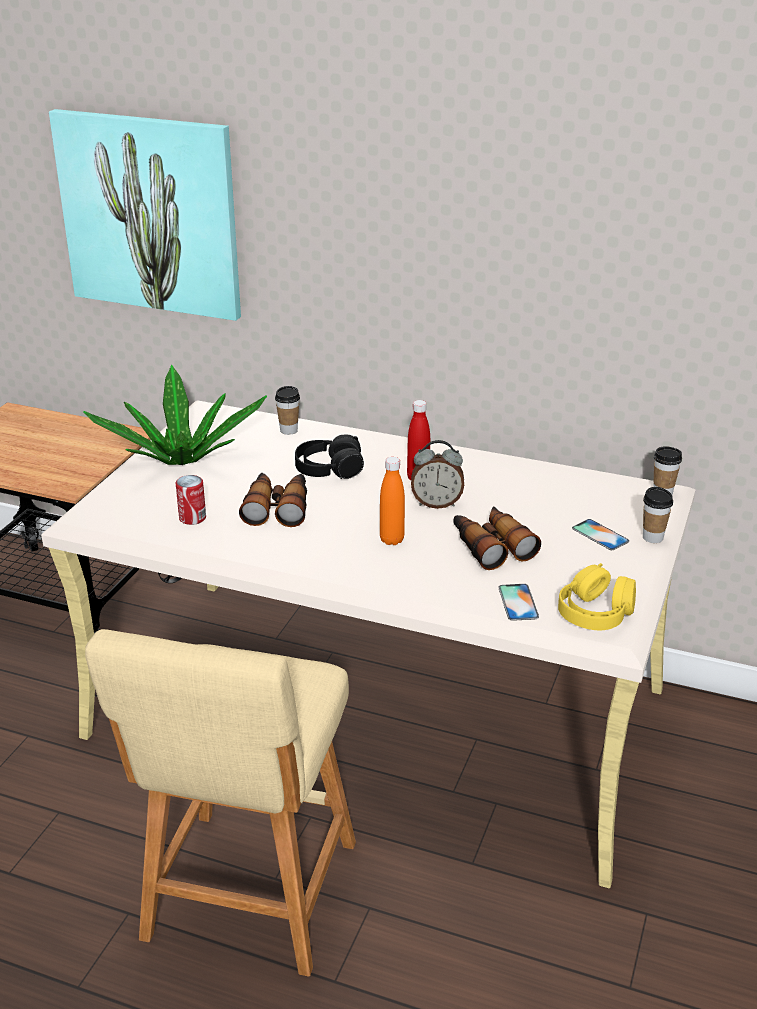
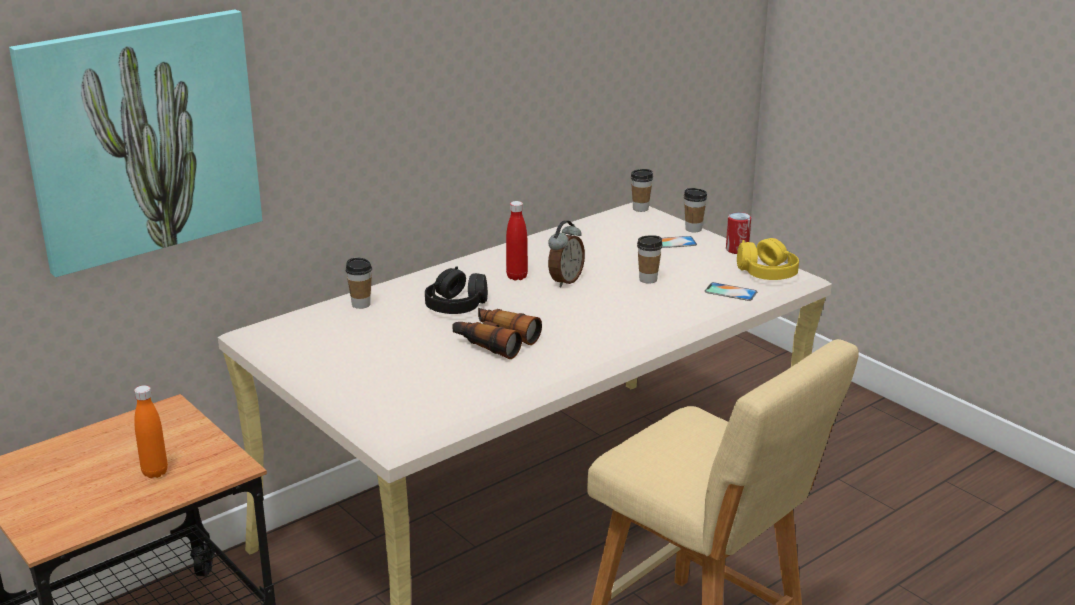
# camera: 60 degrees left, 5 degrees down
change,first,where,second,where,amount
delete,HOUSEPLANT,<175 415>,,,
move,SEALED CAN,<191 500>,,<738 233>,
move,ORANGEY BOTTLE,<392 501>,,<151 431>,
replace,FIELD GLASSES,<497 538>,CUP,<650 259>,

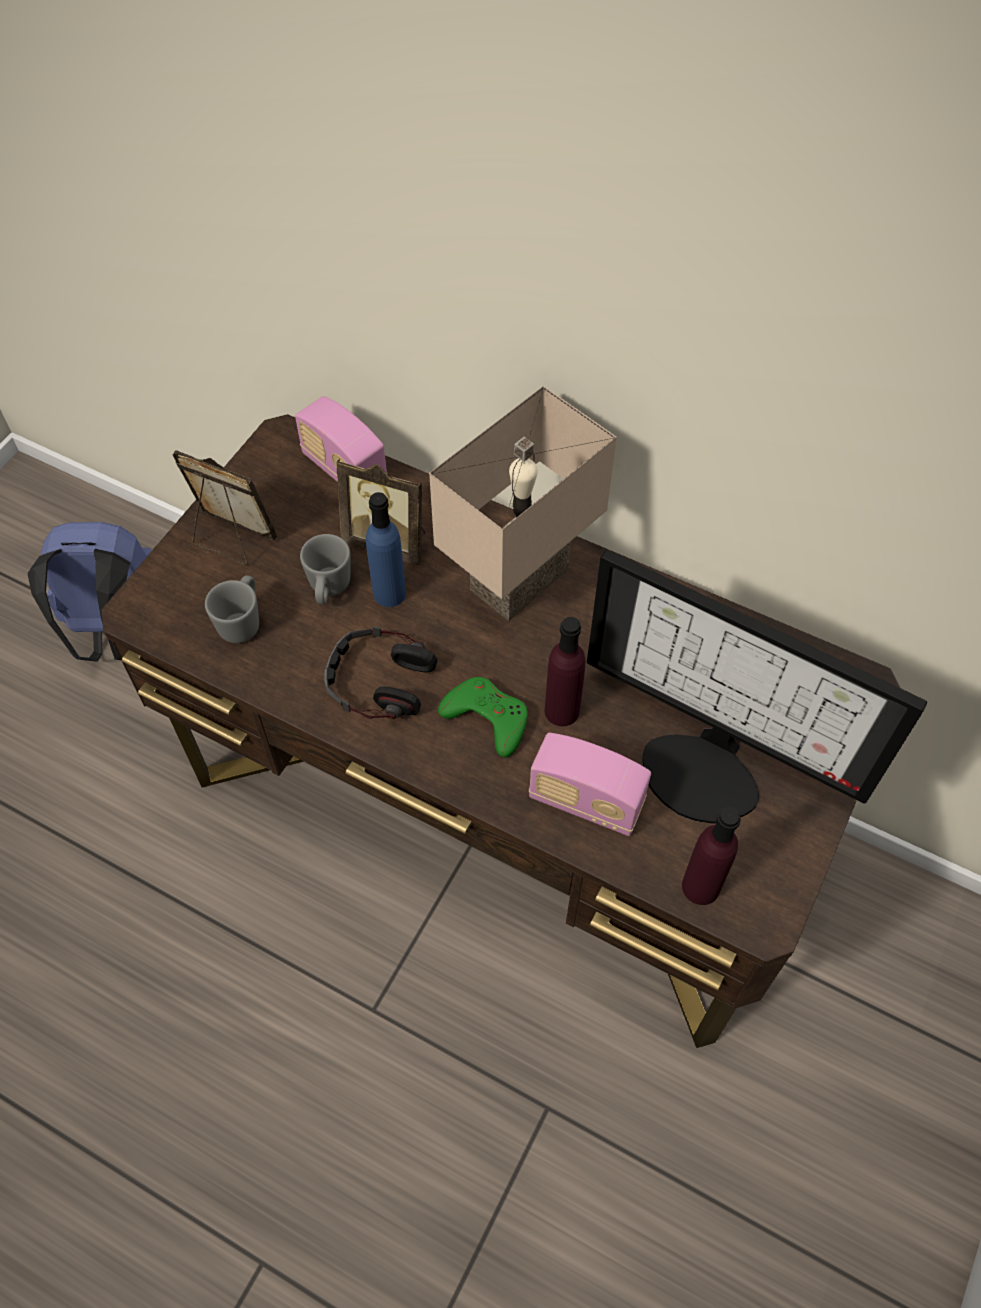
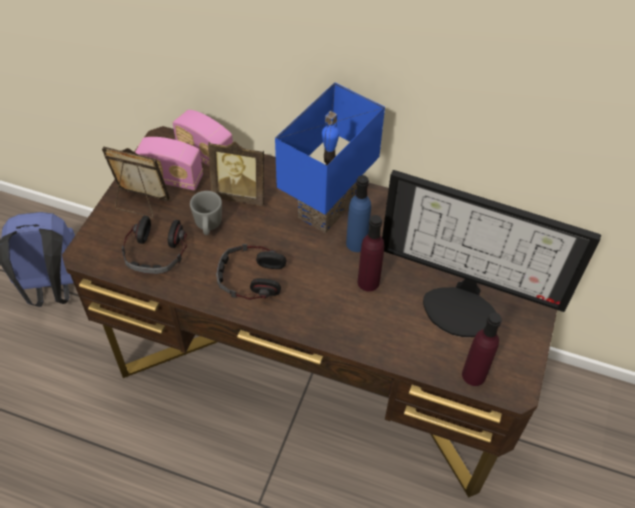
# camera: 10 degrees left, 5 degrees down
change,first,where,second,where,amount
replace,GREYISH MUG,<232 609>,PAIR OF HEADPHONES,<154 245>,
move,BLUE BOTTLE,<386 549>,,<358 213>,
recolor,BEIGE TABLETOP LAMP,<523 503>,BLUE TABLETOP LAMP,<330 157>,
delete,GREEN GAMEPAD,<483 717>,,,
move,RADIO RECEIVER,<590 784>,,<169 164>,

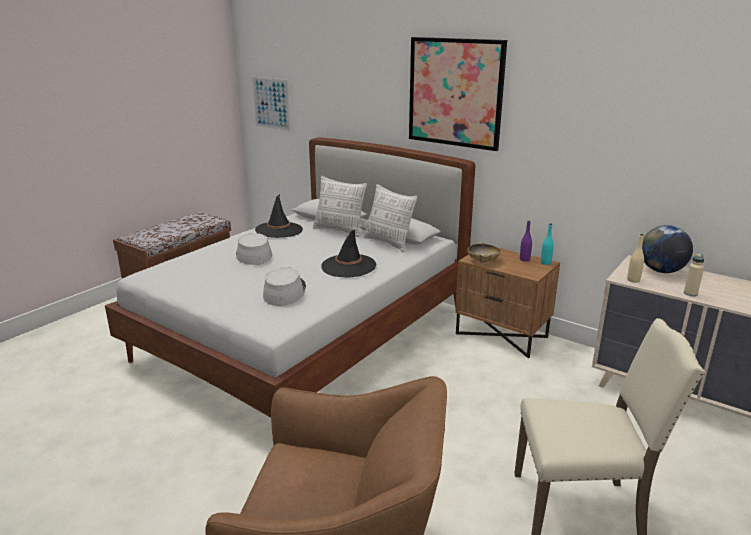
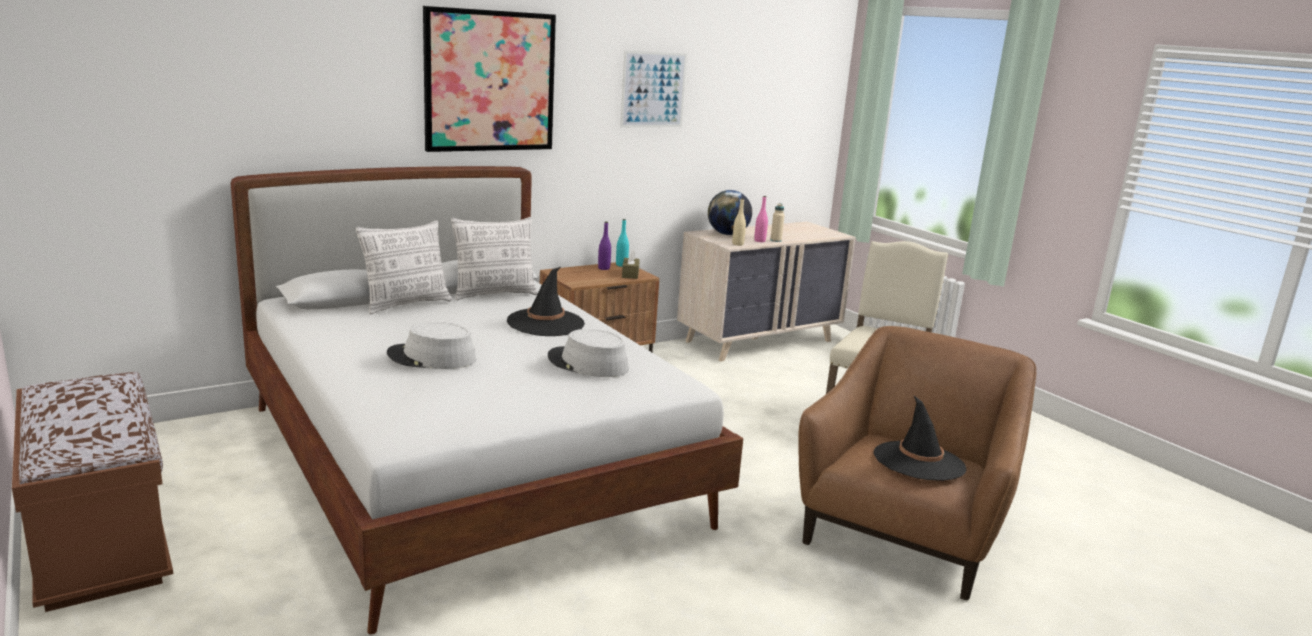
# camera: 70 degrees left, 5 degrees down
change,first,where,second,where,amount
move,PICTURE,<271 104>,,<653 89>,
move,BLACK-COLOURED WEARABLE HAT,<279 216>,,<920 438>,
delete,BEIGE SERVING BOWL,<484 252>,,,
insert,,,BROWN-COLOURED TISSUE BOX,<631 264>,
insert,,,PINKISH BOTTLE,<761 219>,

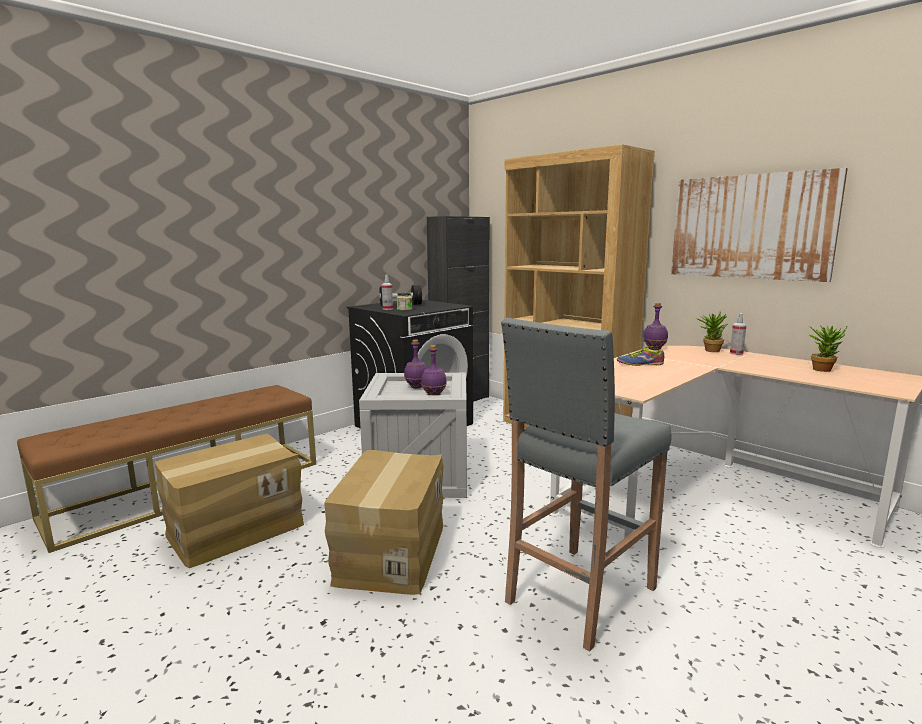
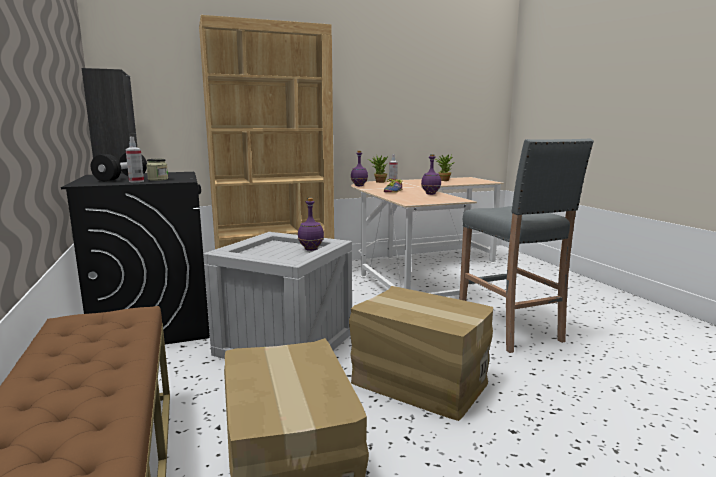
# camera: 65 degrees left, 0 degrees up
change,first,where,second,where,amount
move,PURPLE-COLOURED BOTTLE,<415 364>,,<431 174>,
delete,PICTURE,<759 225>,,,

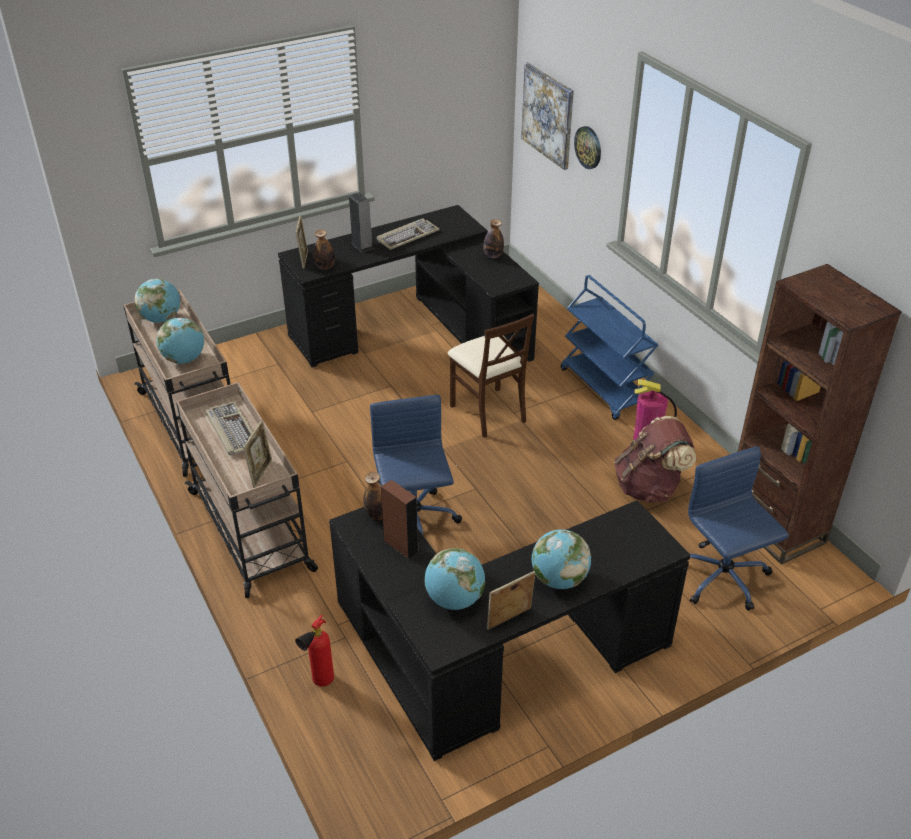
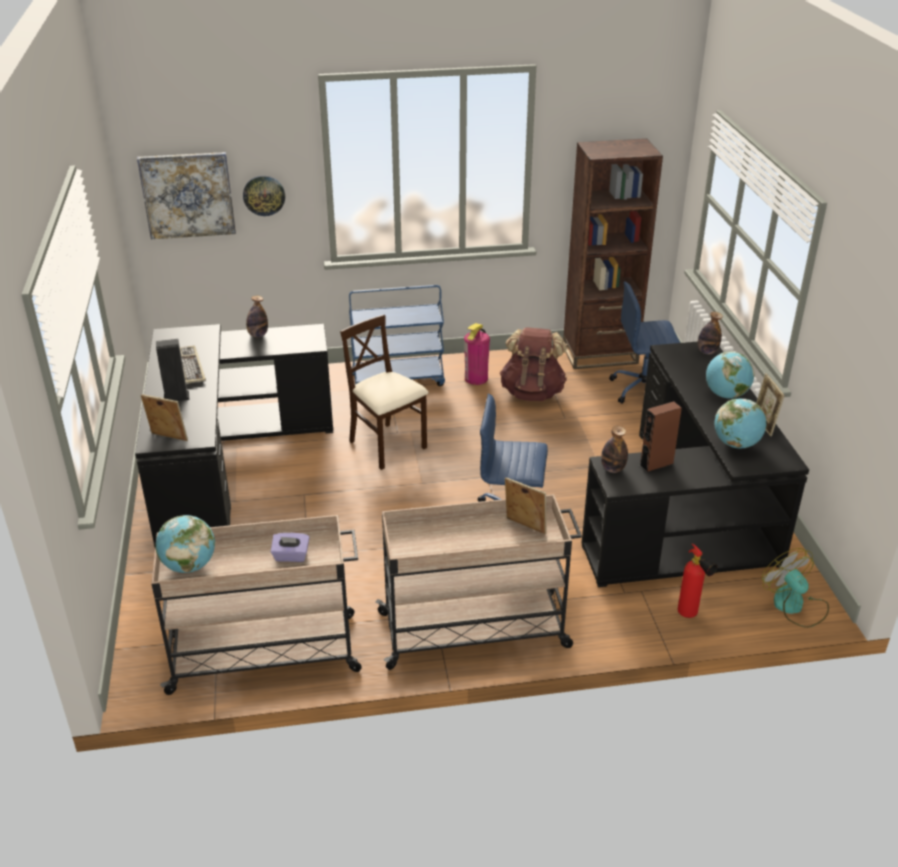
# camera: 70 degrees left, 5 degrees down
change,first,where,second,where,amount
replace,WORLD GLOBE,<180 341>,PURPLE-COLOURED TISSUE BOX,<290 547>,
delete,KEYBOARD,<228 428>,,,
move,BOTTLE,<324 249>,,<710 333>,
rotate,BEIGE PLAIN CHAIR,<491 376>,,<384 392>,120 degrees counterclockwise
insert,,,FAN,<795 588>,

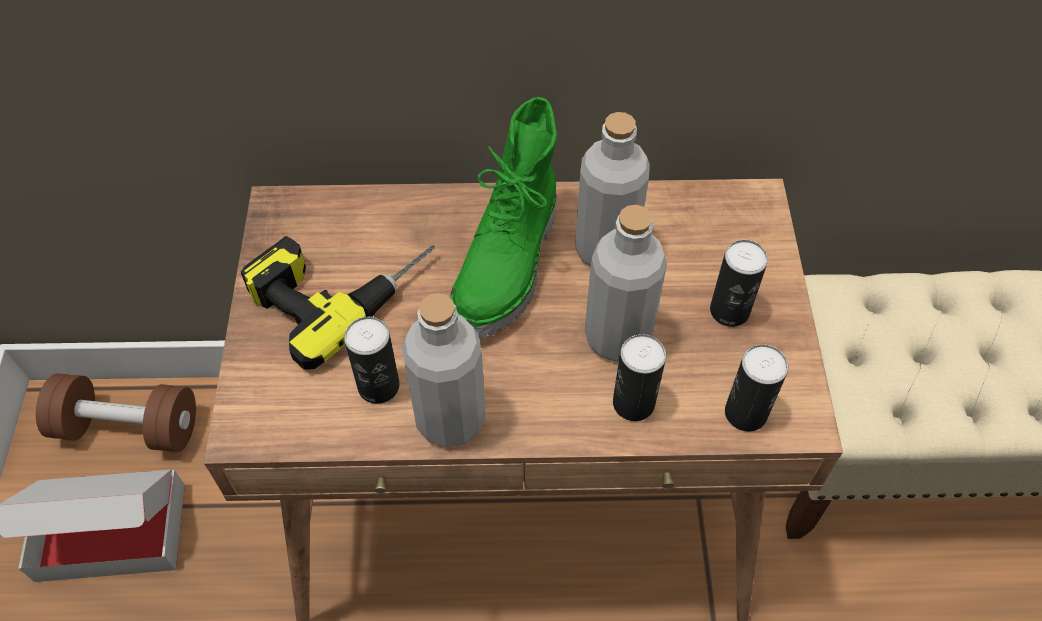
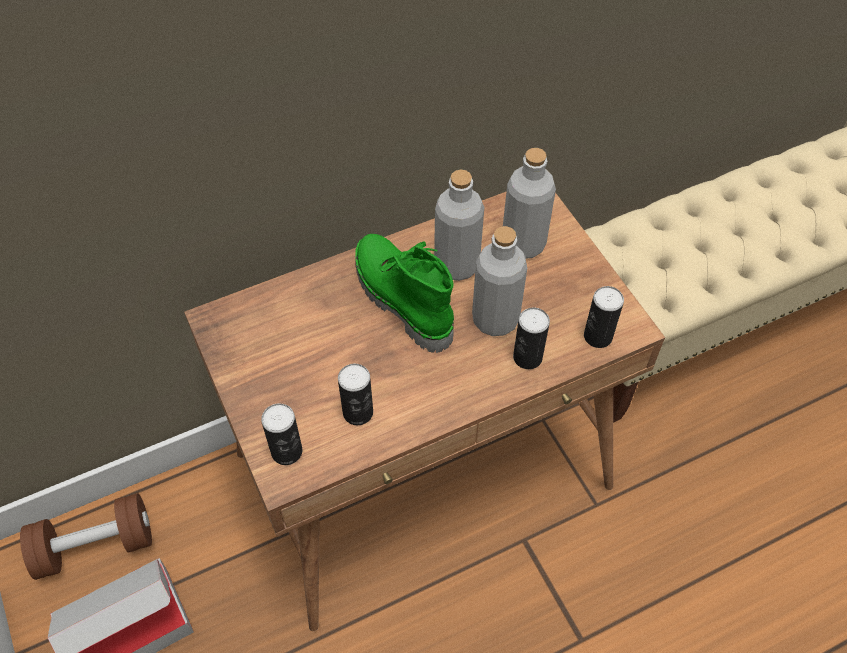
# camera: 25 degrees left, 0 degrees up
change,first,where,second,where,amount
delete,DRILL,<338 303>,,,
move,GREYISH BOTTLE,<444 370>,,<529 203>,
rotate,GREEN TALL BOOT,<503 218>,,<404 293>,150 degrees clockwise
move,SEALED CAN,<739 283>,,<281 434>,

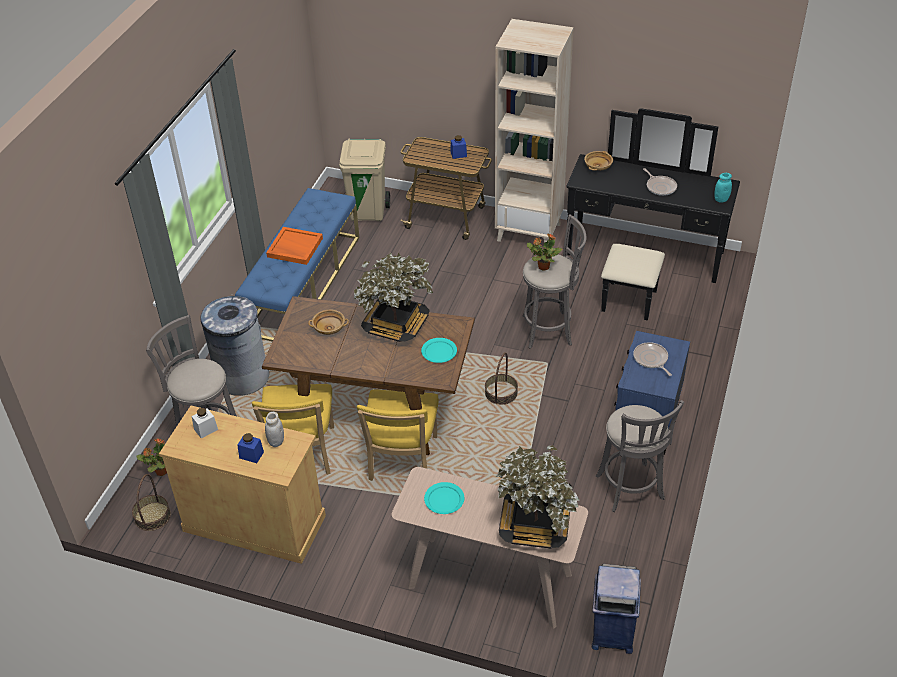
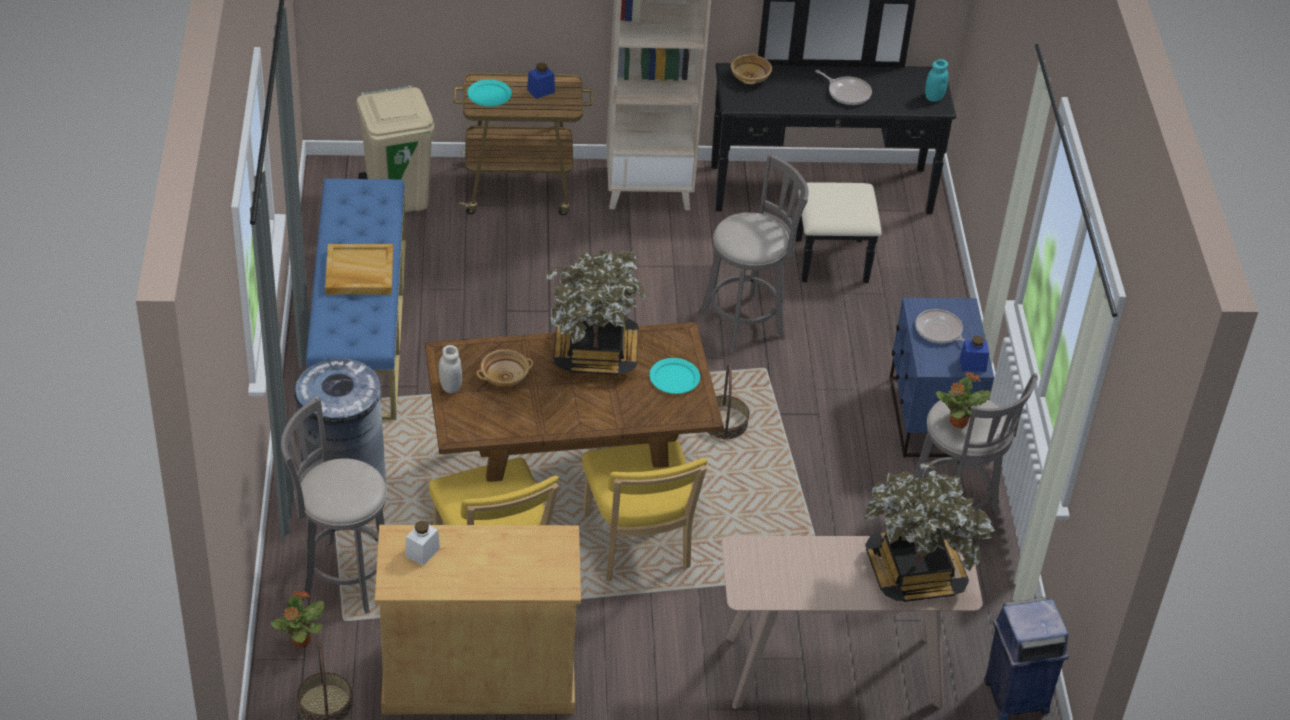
# camera: 25 degrees left, 0 degrees up
change,first,where,second,where,amount
move,BLUE JAR,<250 448>,,<974 353>,
move,WHITE JAR,<274 429>,,<450 369>,
recolor,ORANGEY CARRYING TRAY,<294 246>,BEIGE CARRYING TRAY,<359 269>,
move,BLUE-GREEN PLATE,<444 498>,,<489 92>,
move,HOUSEPLANT,<544 252>,,<963 400>,

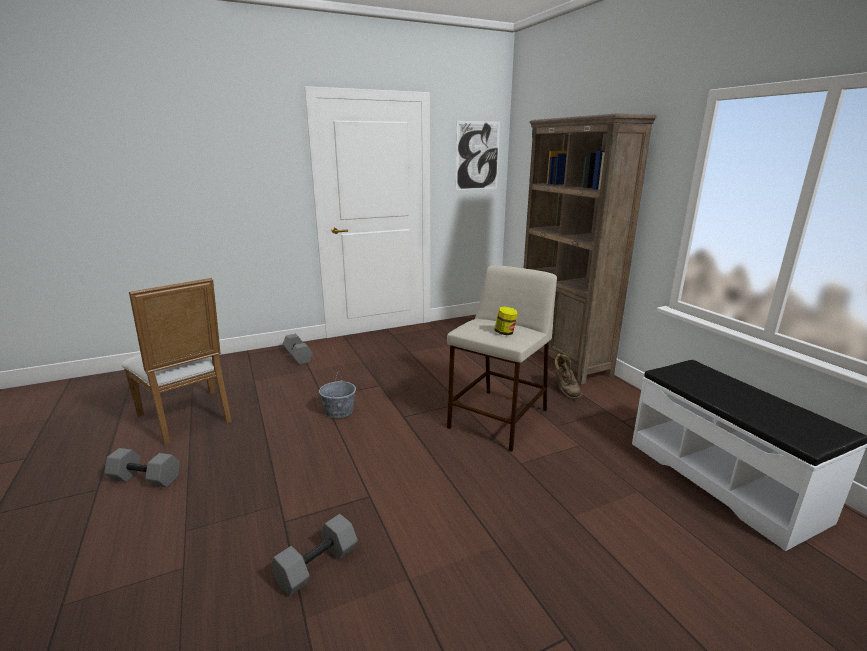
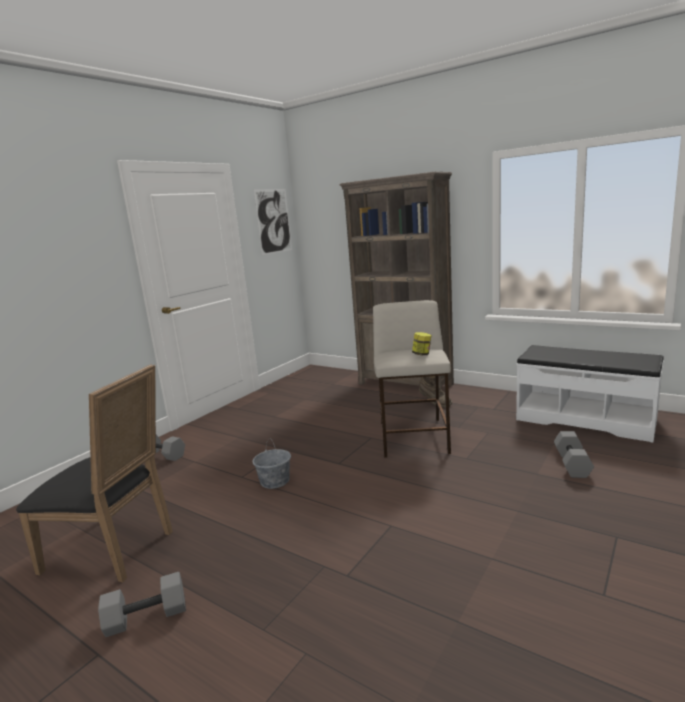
# camera: 30 degrees left, 5 degrees down
change,first,where,second,where,amount
recolor,WHITE PLAIN CHAIR,<176 361>,BLACK-COLOURED PLAIN CHAIR,<94 473>,
move,GREYISH DUMBBELL,<314 555>,,<574 454>,

